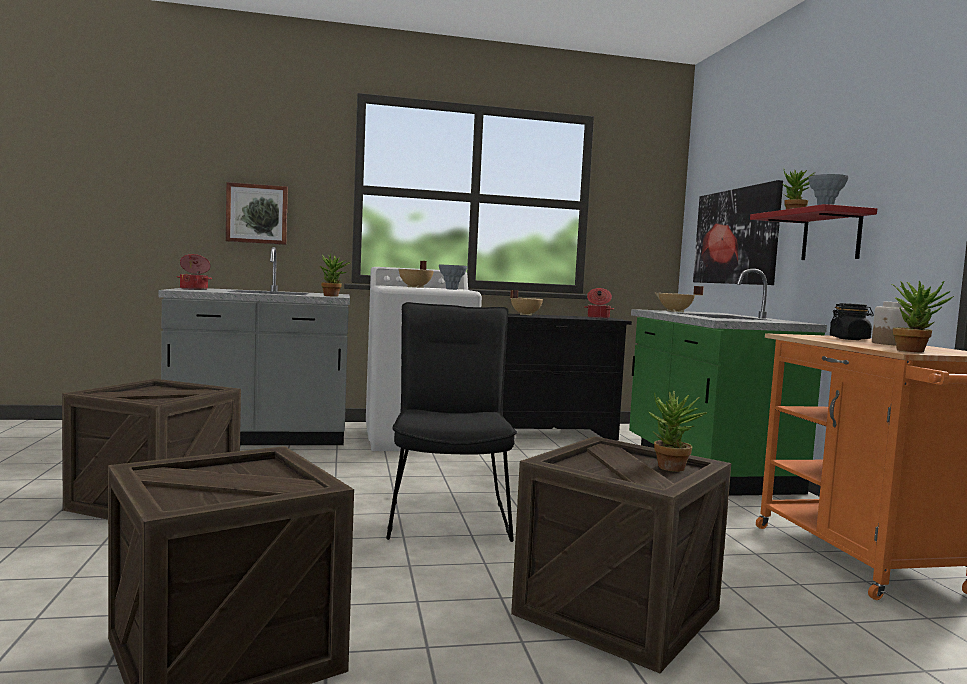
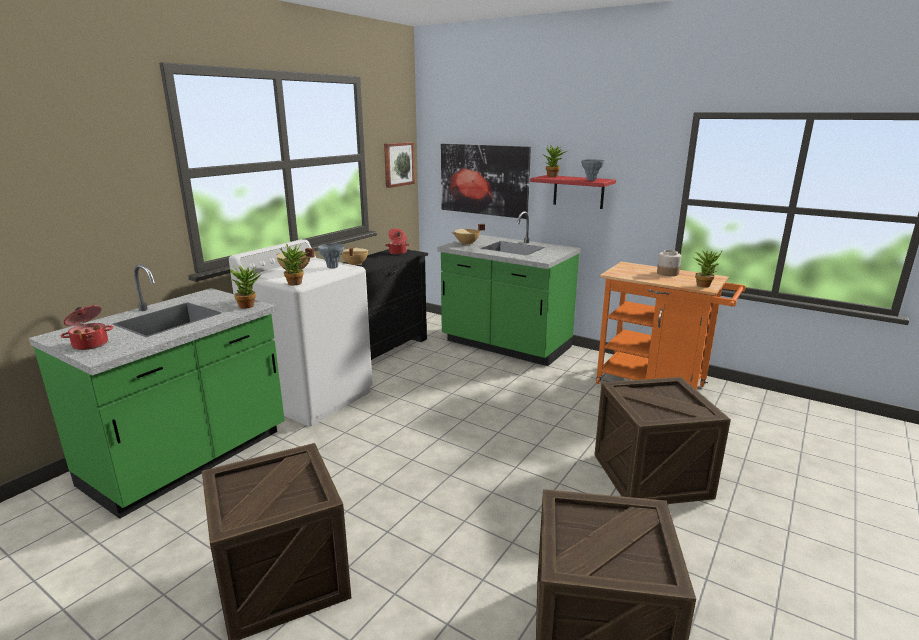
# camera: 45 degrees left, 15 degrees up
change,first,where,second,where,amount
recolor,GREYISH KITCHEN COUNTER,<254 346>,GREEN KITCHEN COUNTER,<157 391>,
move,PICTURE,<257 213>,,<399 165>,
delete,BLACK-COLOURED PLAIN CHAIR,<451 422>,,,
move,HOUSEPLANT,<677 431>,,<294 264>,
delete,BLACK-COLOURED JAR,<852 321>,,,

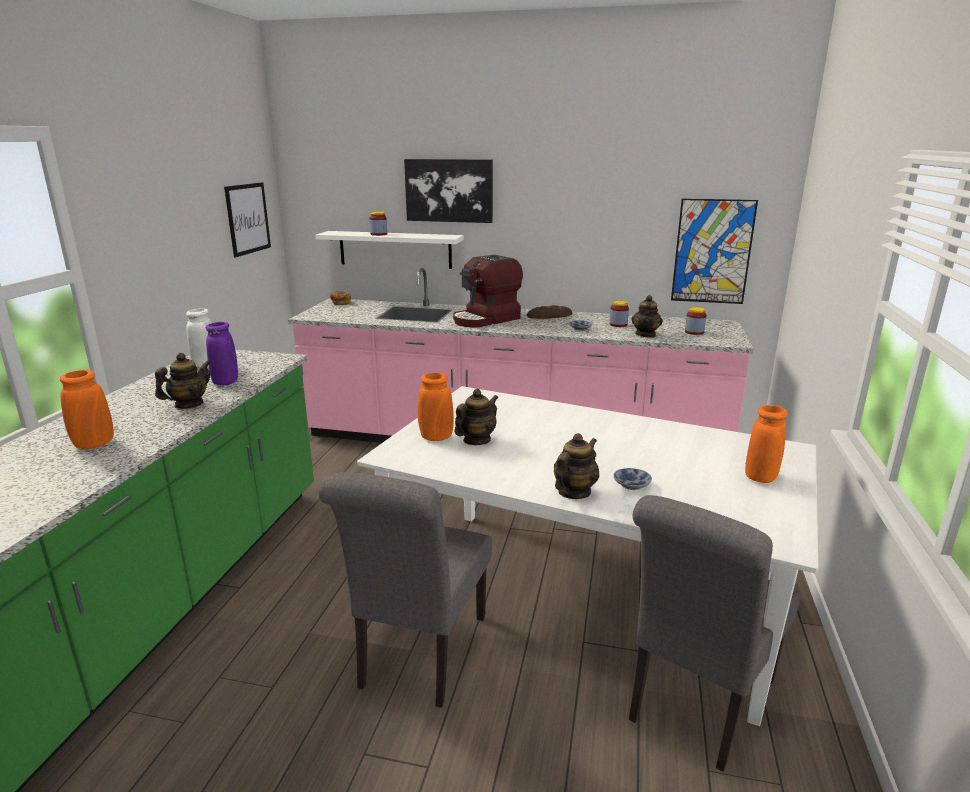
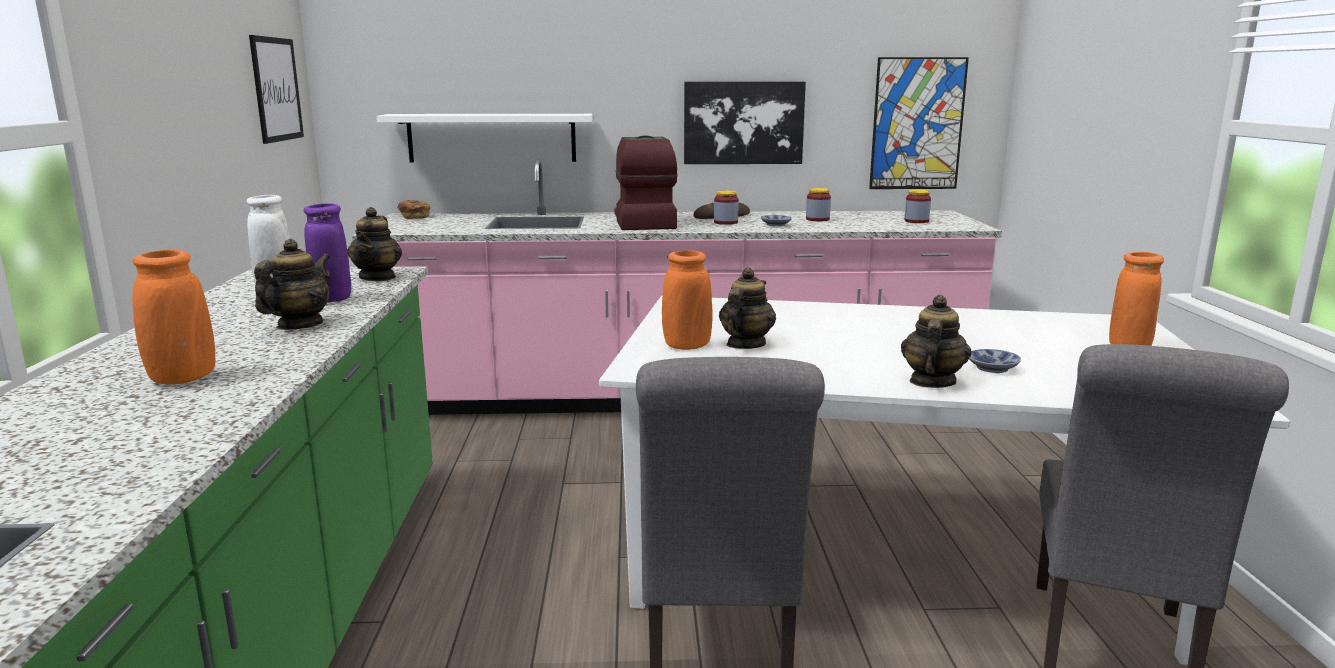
# camera: 15 degrees left, 5 degrees down
change,first,where,second,where,amount
move,JAR,<378 224>,,<726 208>,
move,PICTURE,<448 191>,,<745 123>,
rotate,COFFEE MACHINE,<488 290>,,<646 183>,135 degrees clockwise
move,POT FOR TEA,<647 316>,,<374 244>,

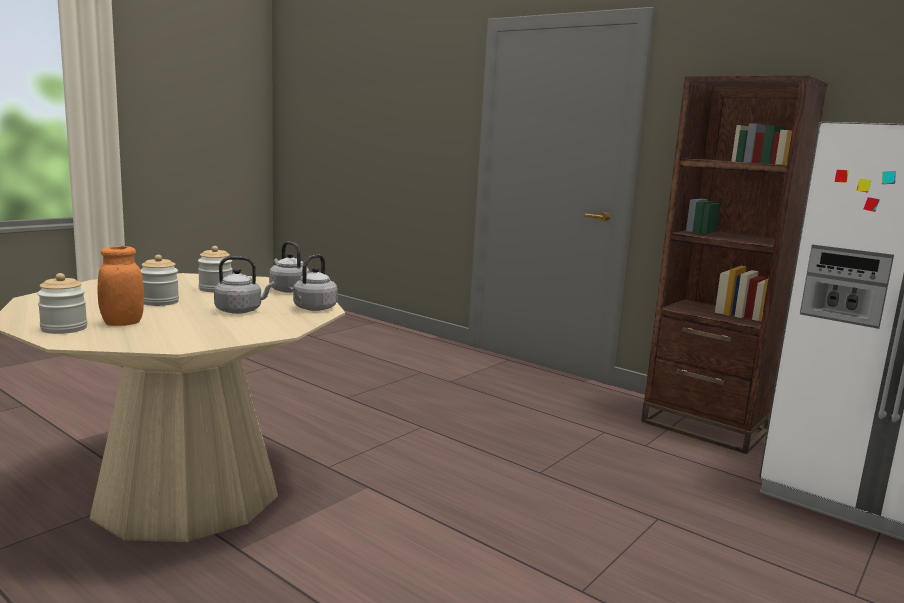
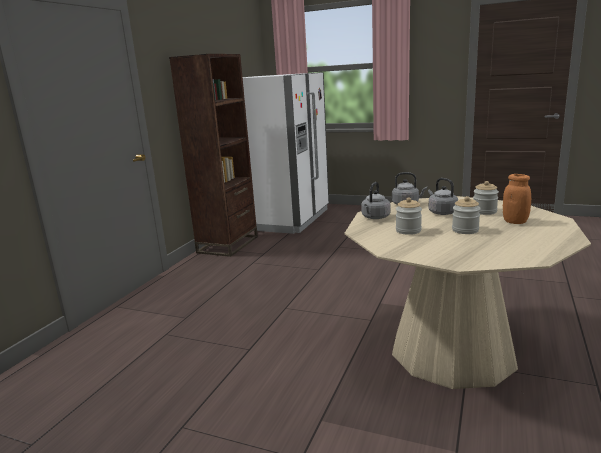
# camera: 105 degrees left, 5 degrees up
change,first,where,second,where,amount
move,JAR,<62 303>,,<486 198>,

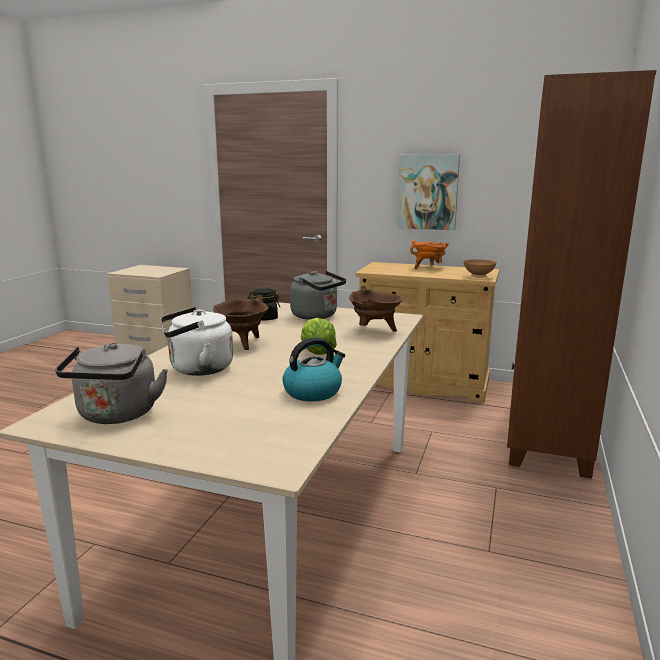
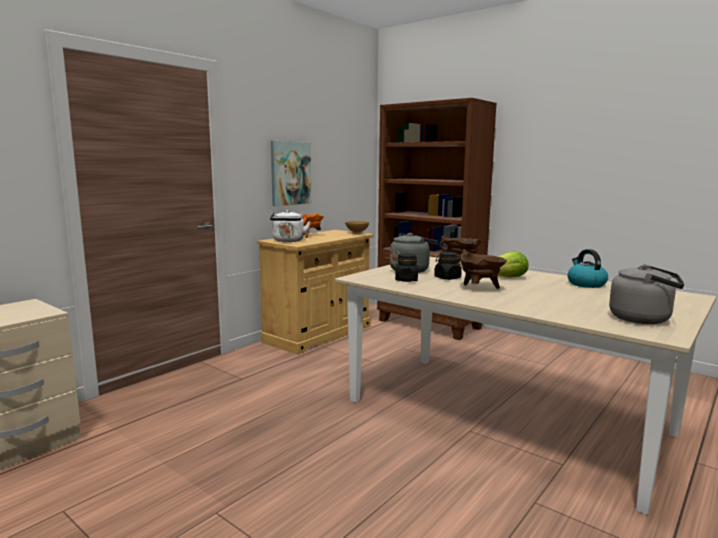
# camera: 70 degrees left, 5 degrees down
change,first,where,second,where,amount
move,WHITE KETTLE,<196 341>,,<290 226>,
insert,,,BLACK-COLOURED JAR,<448 266>,

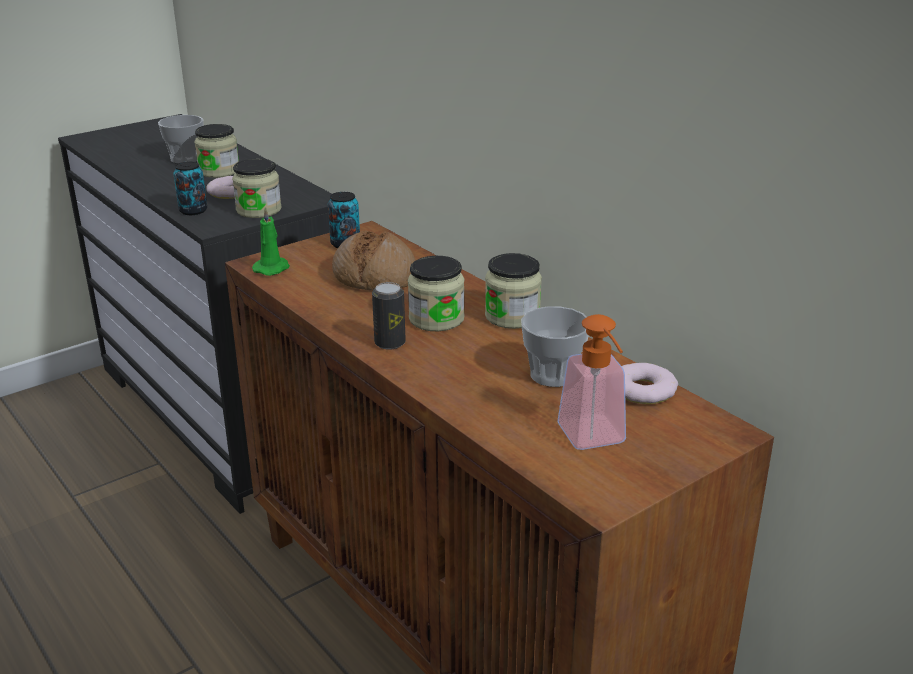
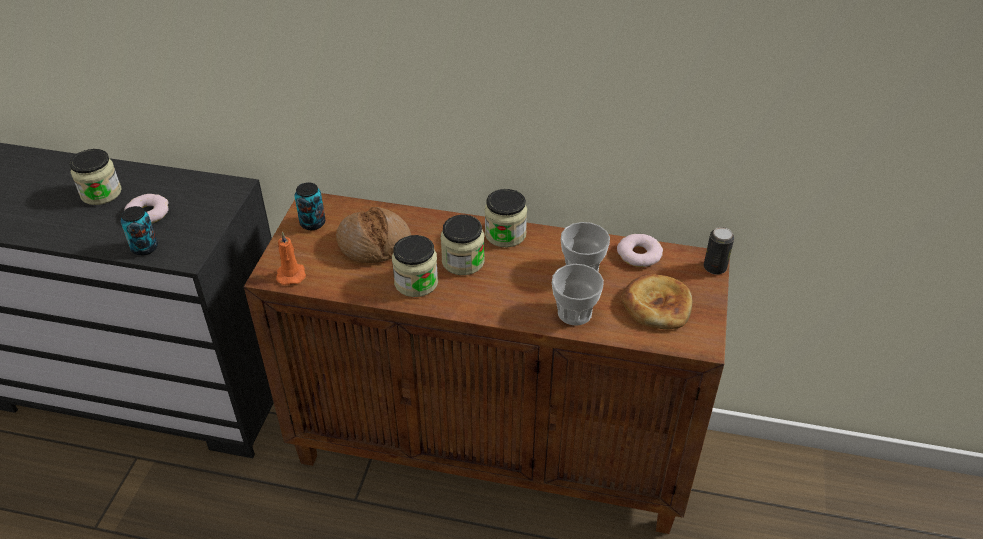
# camera: 40 degrees left, 15 degrees up
change,first,where,second,where,amount
move,CUP,<181 139>,,<578 295>,
move,JAR,<256 188>,,<415 266>,
recolor,GREEN WAX CANDLE,<271 241>,ORANGEY WAX CANDLE,<291 258>,
move,SEALED CAN,<389 316>,,<719 251>,
replace,LIQUID SOAP BOTTLE,<592 382>,BAKED BREAD,<656 302>,

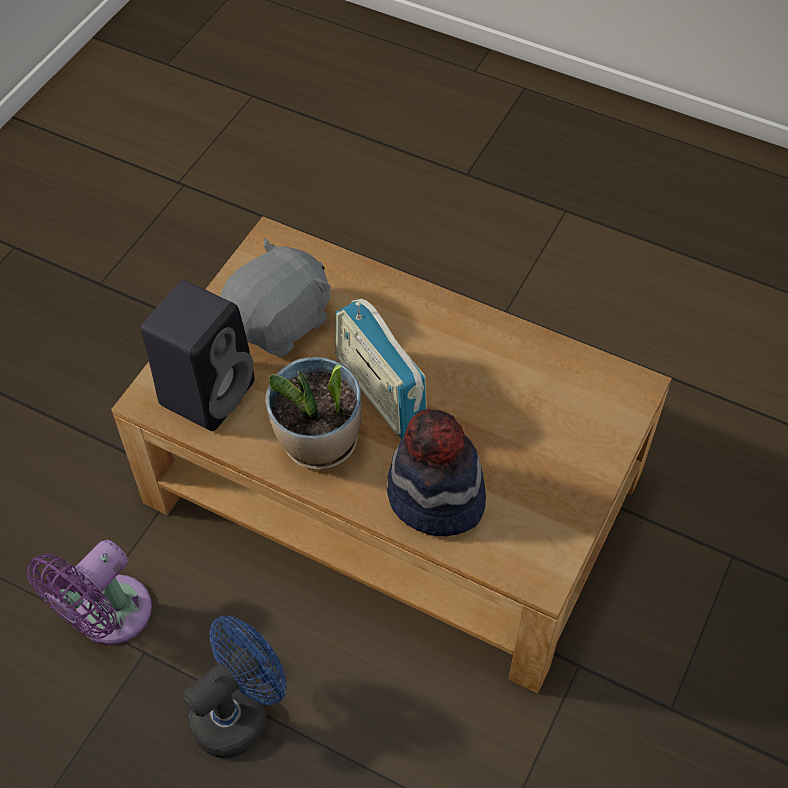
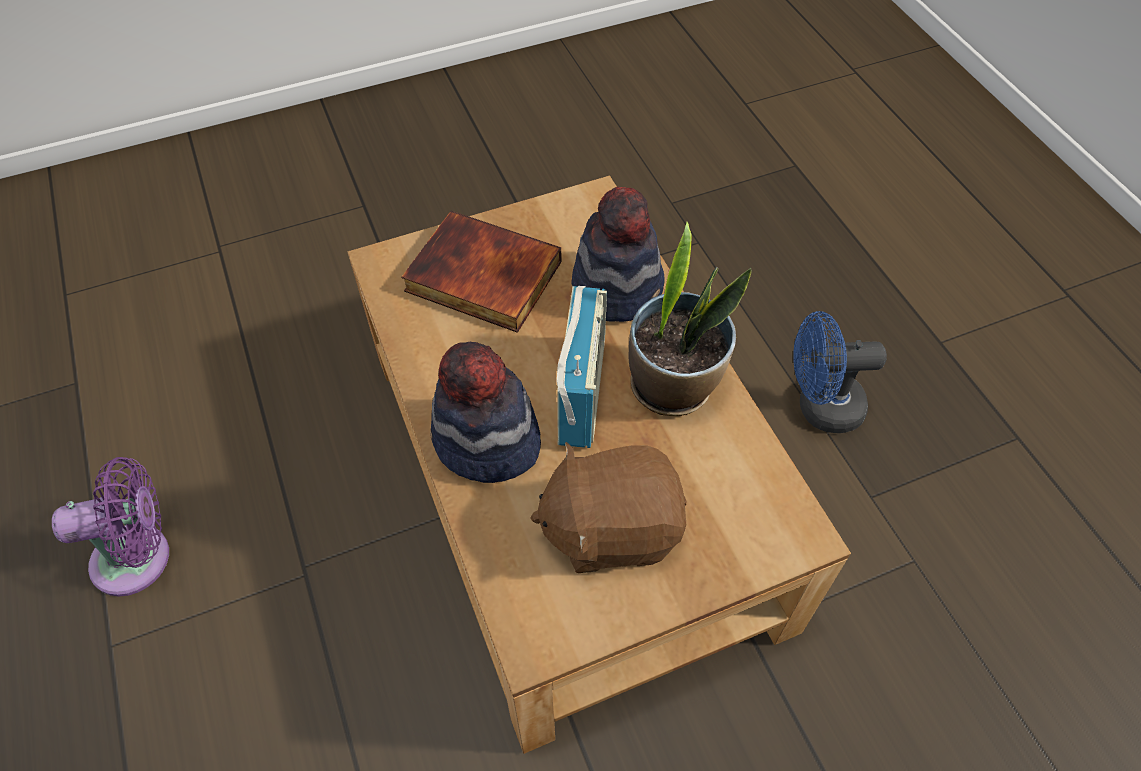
# camera: 140 degrees left, 0 degrees up
change,first,where,second,where,amount
move,PURPLE-COLOURED FAN,<89 592>,,<110 527>,
delete,BLACK-COLOURED LOUDSPEAKER,<198 355>,,,
recolor,GREYISH SOFT TOY,<275 297>,BROWN-COLOURED SOFT TOY,<608 507>,
insert,,,BOOK,<481 272>,
insert,,,WEARABLE HAT,<485 412>,

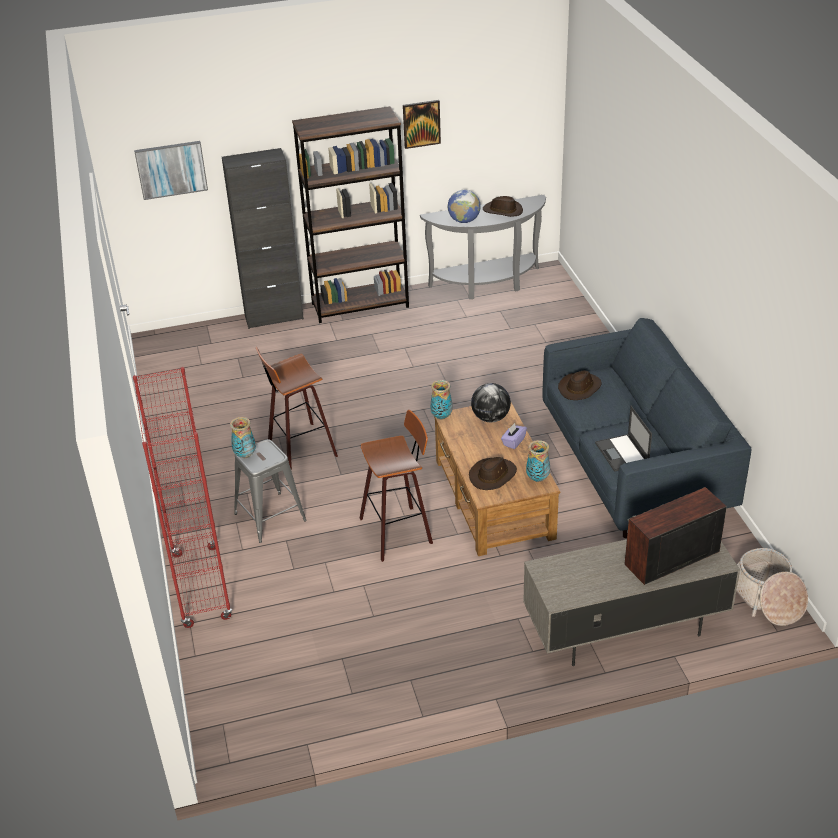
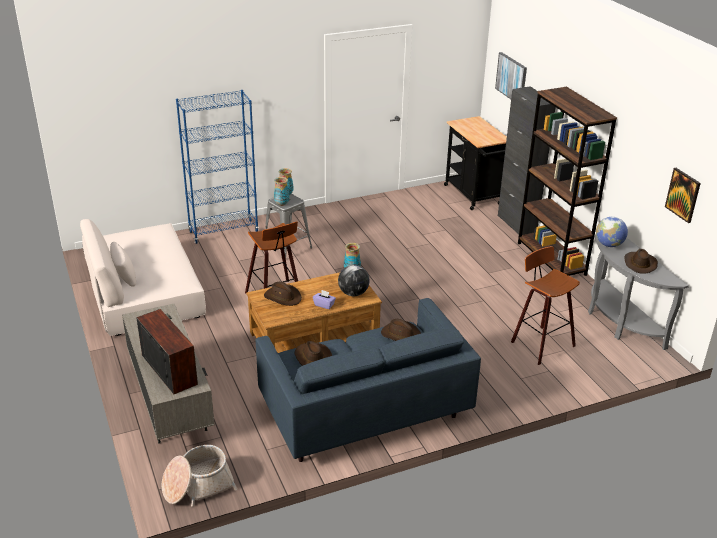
# camera: 80 degrees right, 5 degrees down
change,first,where,second,where,amount
recolor,REDDISH BOOKSHELF,<182 497>,BLUE BOOKSHELF,<217 167>,
move,STOOL SEAT,<297 408>,,<545 305>,
move,PICTURE,<422 124>,,<683 195>,
move,FLOWER VASE,<538 461>,,<281 191>,
replace,PORTABLE COMPUTER,<623 439>,BROWN-COLOURED WEARABLE HAT,<313 353>,
insert,,,BEIGE COUCH,<143 277>,
insert,,,BLACK-COLOURED TROLLEY,<475 163>,

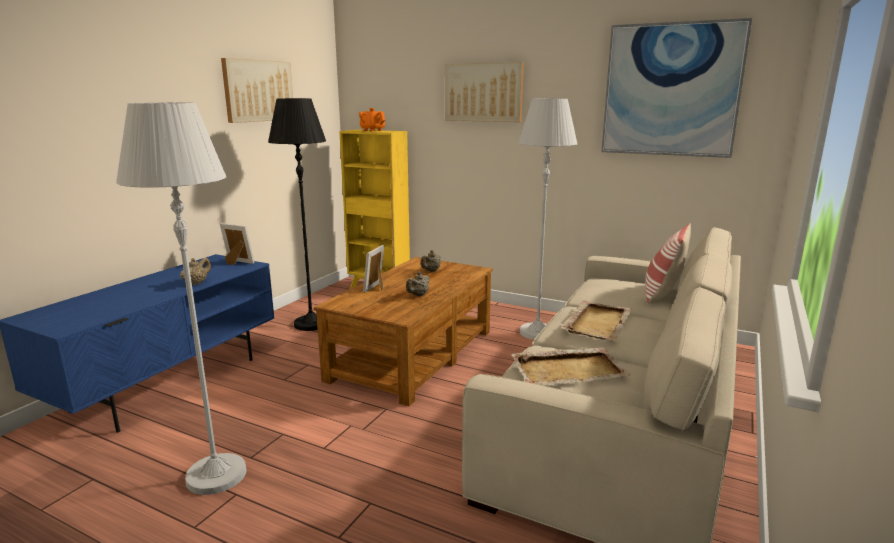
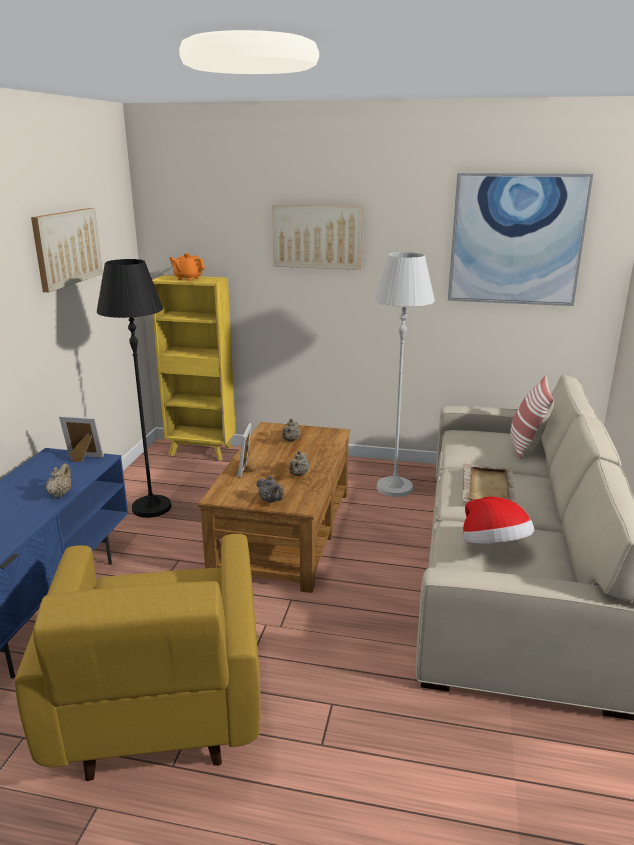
# camera: 15 degrees left, 5 degrees up
change,first,where,second,where,amount
replace,WHITE STANDARD LAMP,<181 298>,YELLOW ARMCHAIR,<137 657>,
replace,BEIGE CARRYING TRAY,<571 366>,WEARABLE HAT,<499 520>,
insert,,,GREYISH POT FOR TEA,<270 489>,

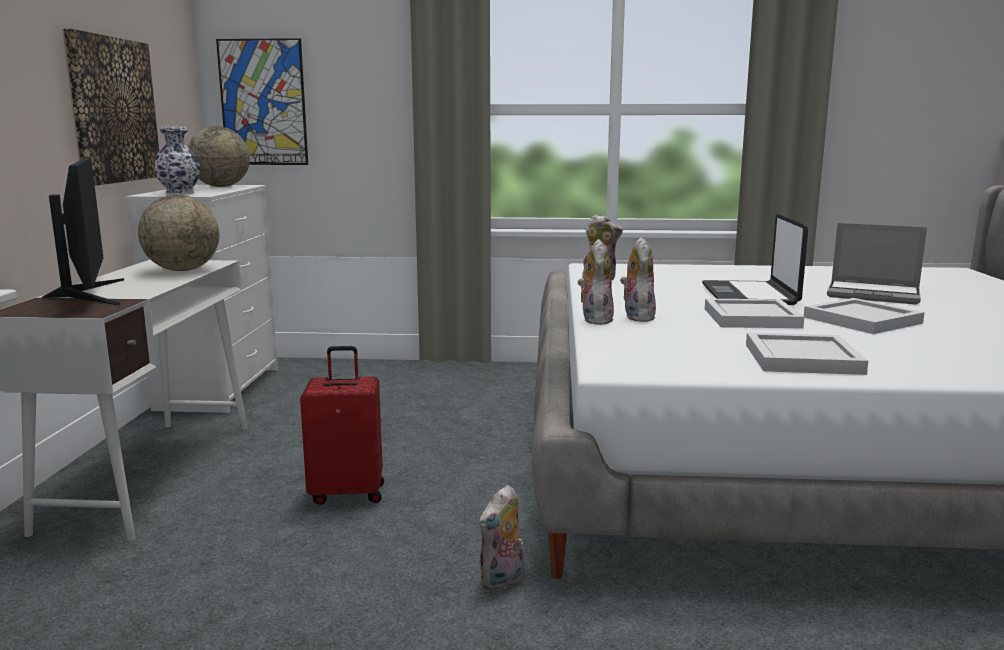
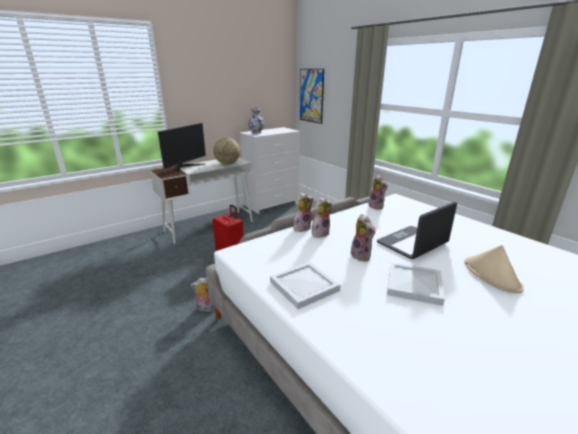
# camera: 50 degrees right, 10 degrees up
change,first,where,second,where,amount
delete,PICTURE,<110 107>,,,
delete,WORLD GLOBE,<219 156>,,,
replace,WHITE CARRYING TRAY,<754 313>,SOFT TOY,<363 237>,
replace,PORTABLE COMPUTER,<877 263>,BEIGE WEARABLE HAT,<494 269>,

